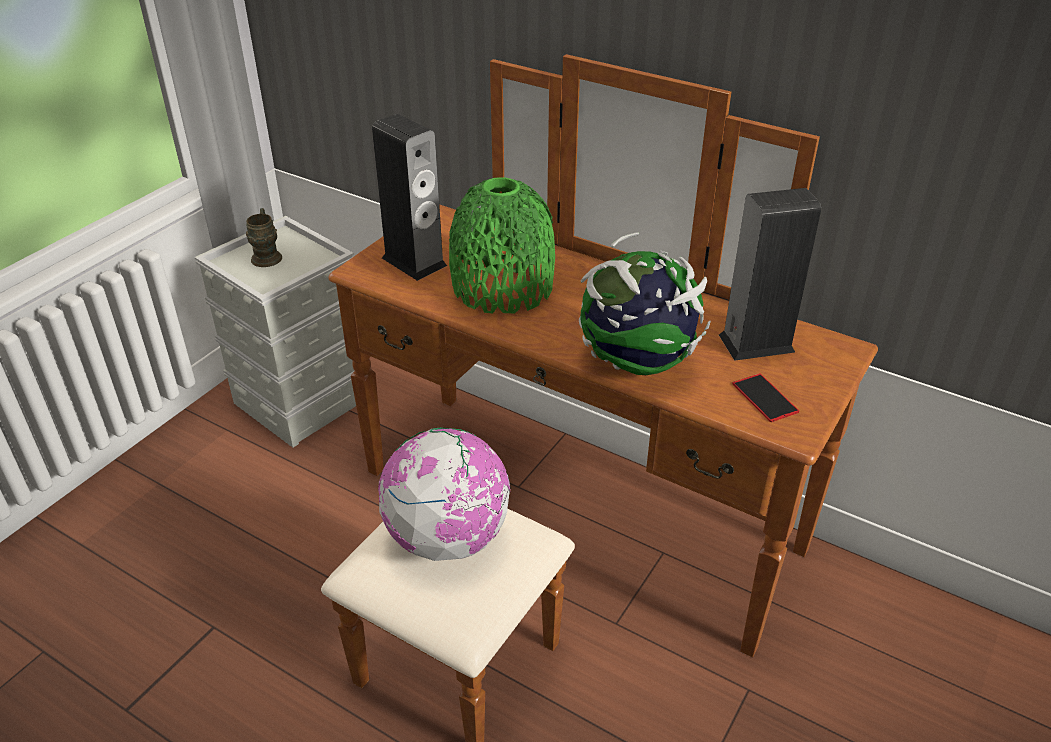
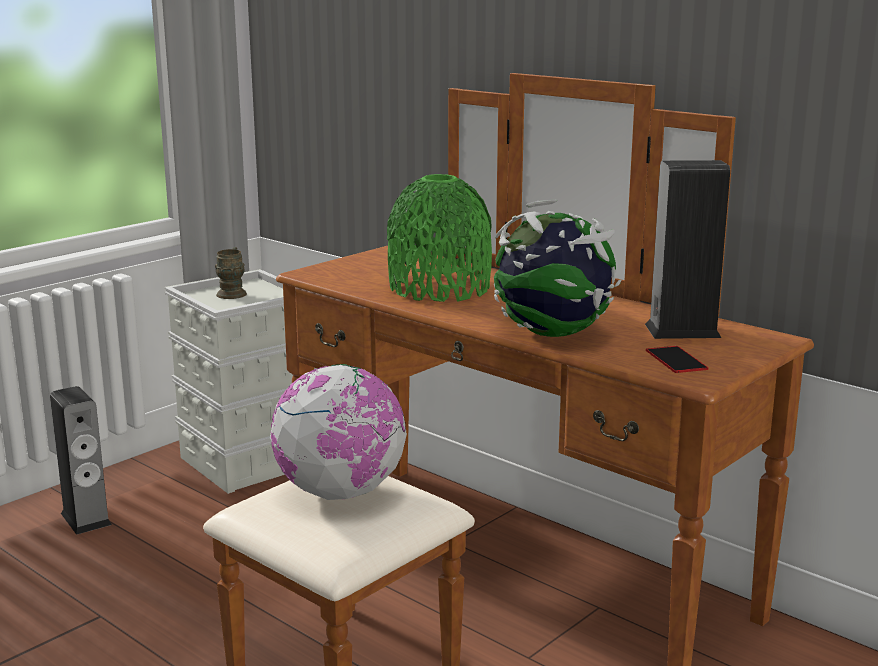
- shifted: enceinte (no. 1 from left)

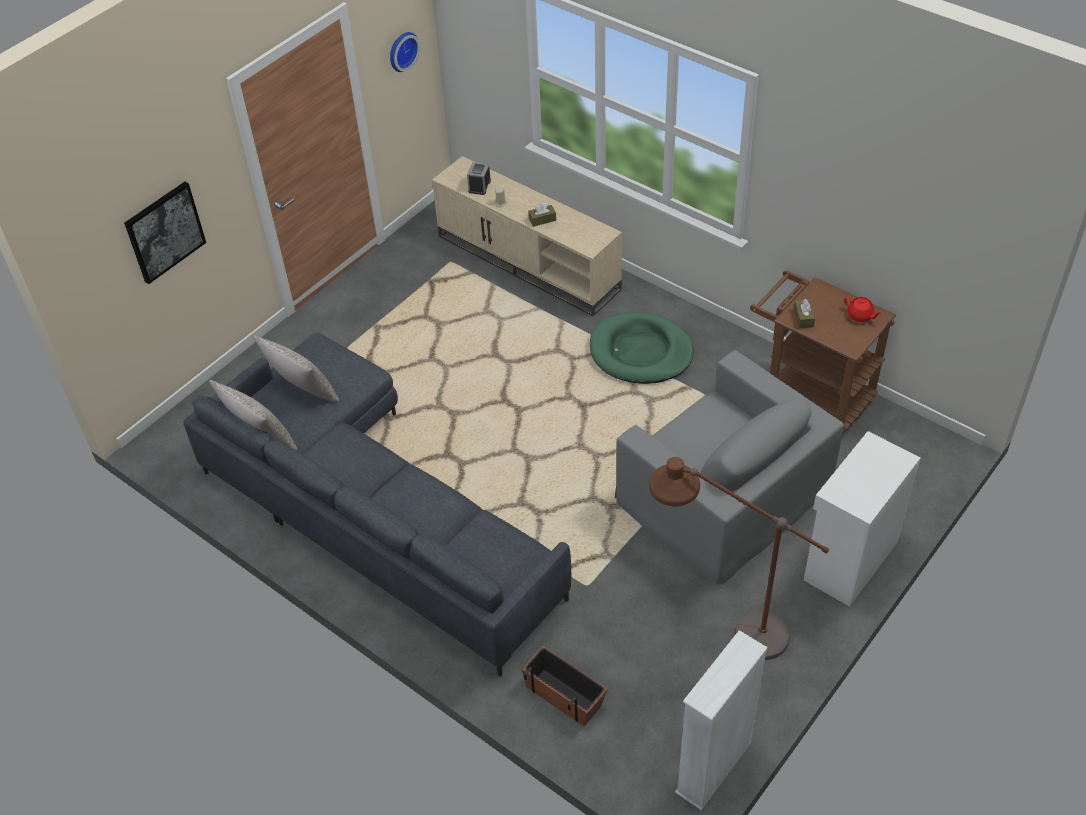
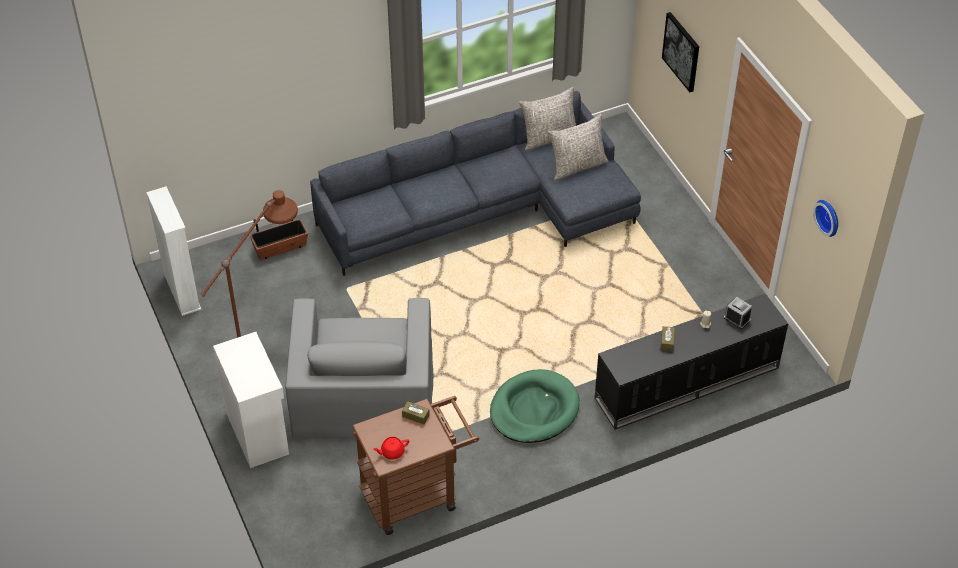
- rotated: fauteuil (gris) 75 degrees counterclockwise
- repainted: meuble télé (beige) to meuble télé (noir)

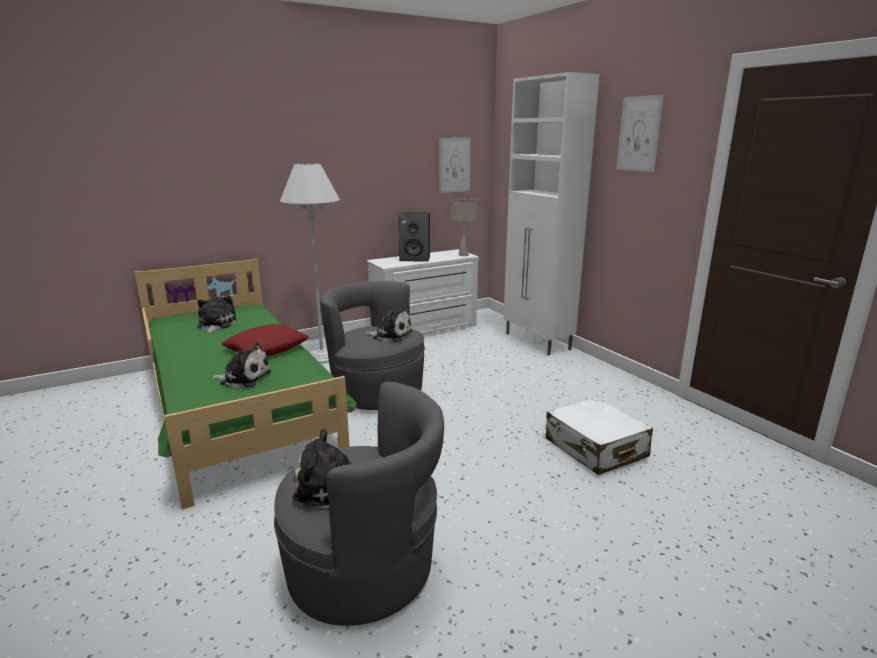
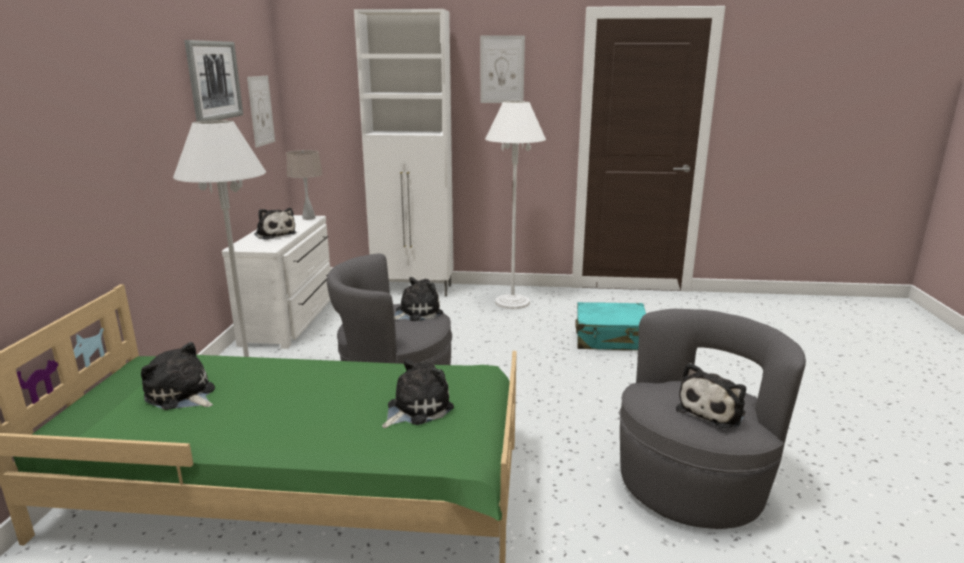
- new: tableau (no. 1 from left)
- swapped: enceinte to peluche (no. 2 from left)
- new: lampadaire (blanc) (no. 2 from left)
- repainted: valise (blanc) to valise (turquoise)
- gone: coussin (rouge)

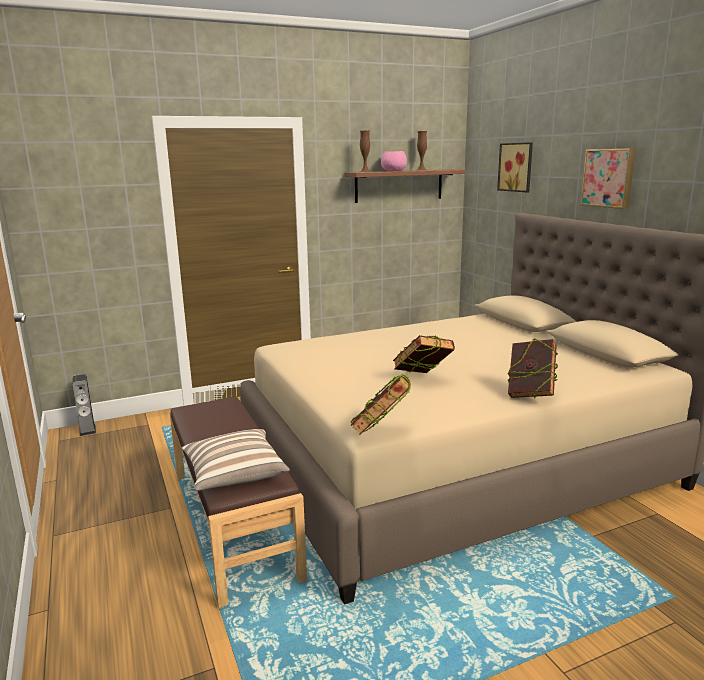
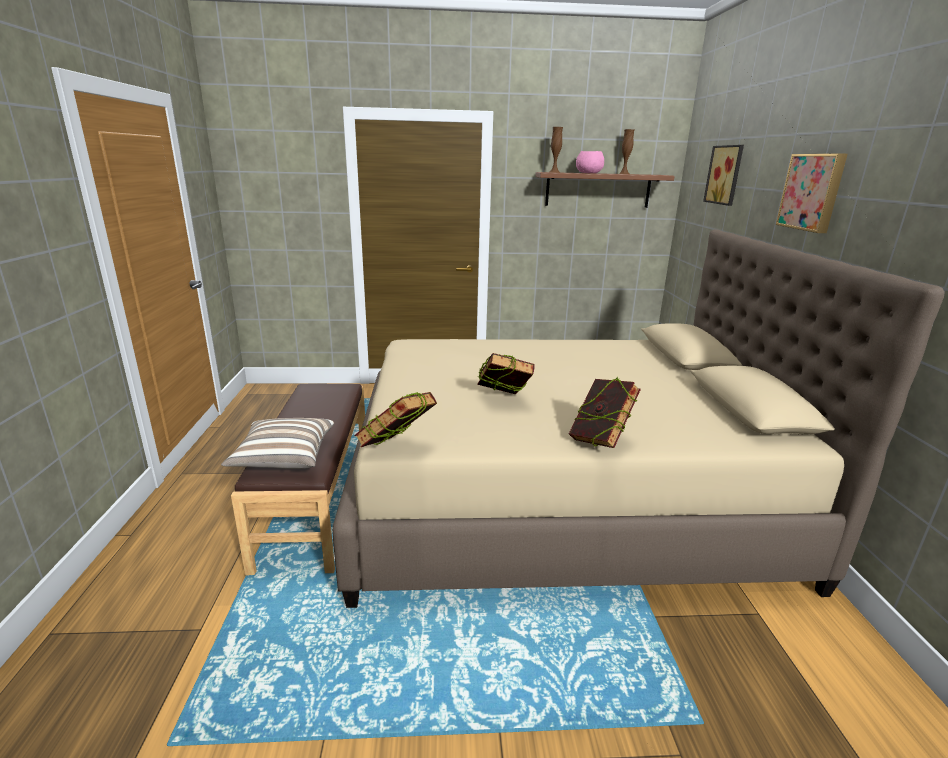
- gone: enceinte

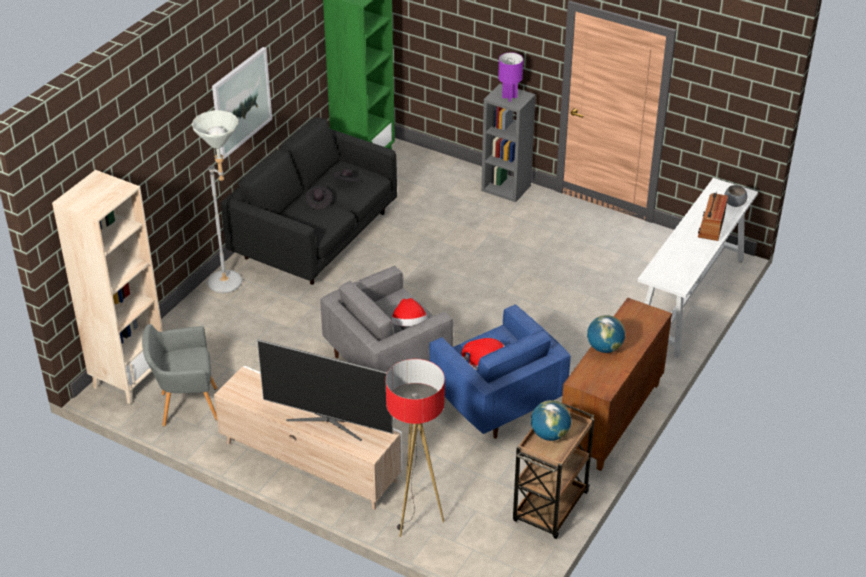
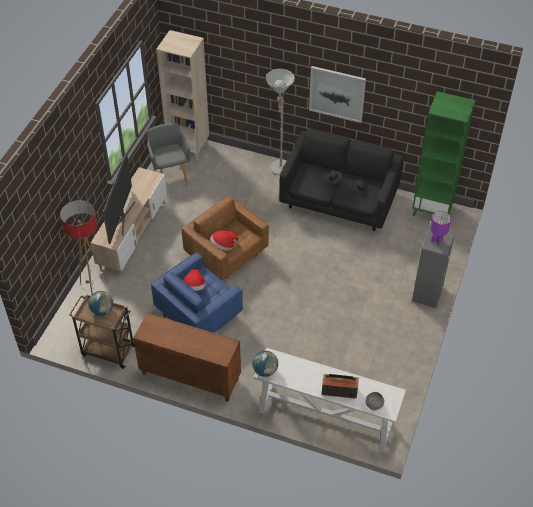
- repainted: fauteuil (gris) (no. 2 from left) to fauteuil (marron)
- shifted: globe (no. 2 from left)

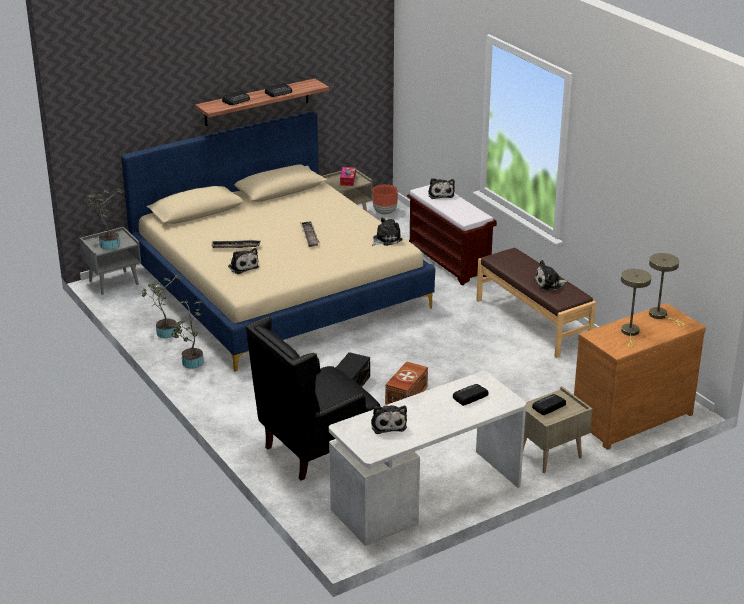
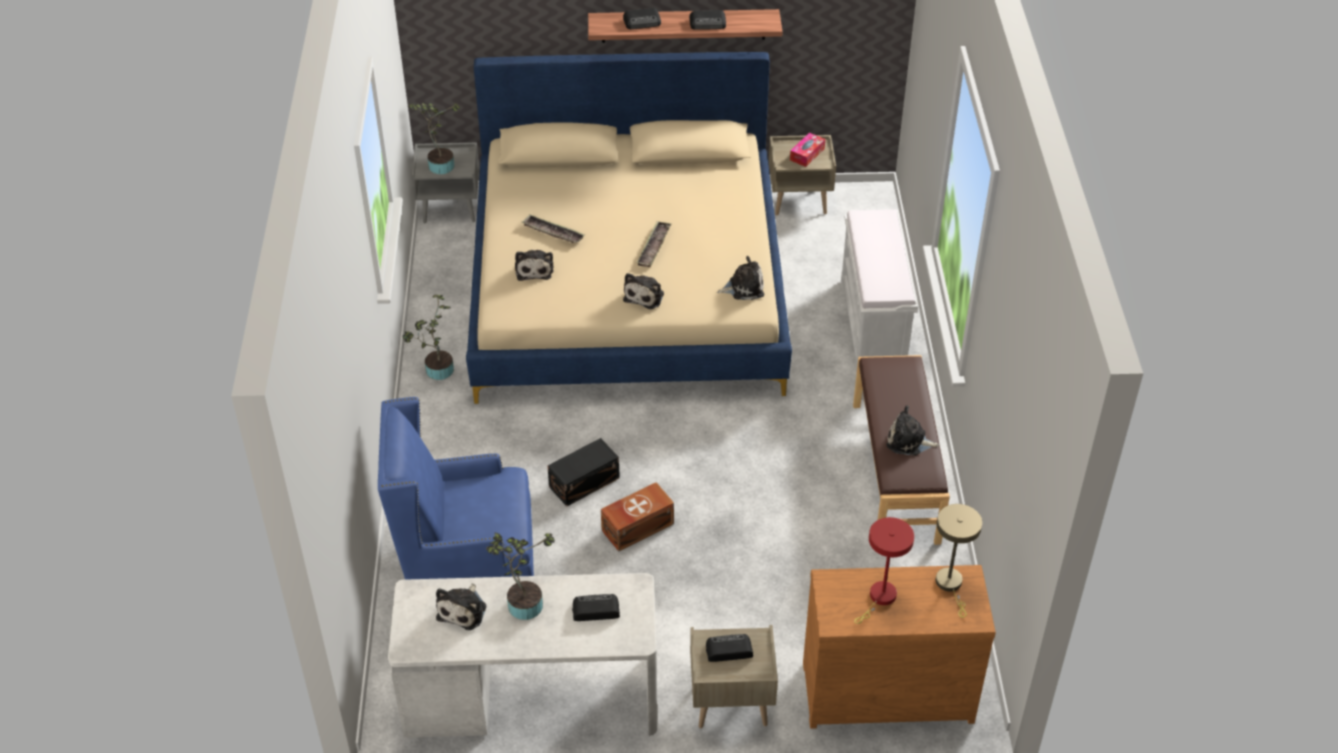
- repainted: fauteuil (noir) to fauteuil (bleu)
- shifted: plante en pot (no. 2 from left in the first image) to plante en pot (no. 3 from left)
- shifted: peluche (no. 4 from left in the first image) to peluche (no. 3 from left)
- repainted: banc (marron) (no. 1 from left) to banc (blanc)
- repainted: lampe de table (beige) (no. 1 from left) to lampe de table (rouge)
- gone: cache-pot (marron)

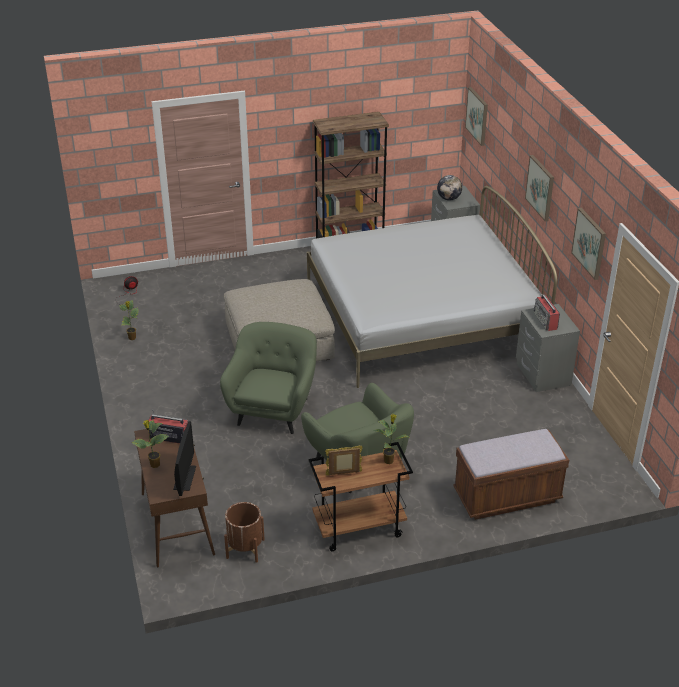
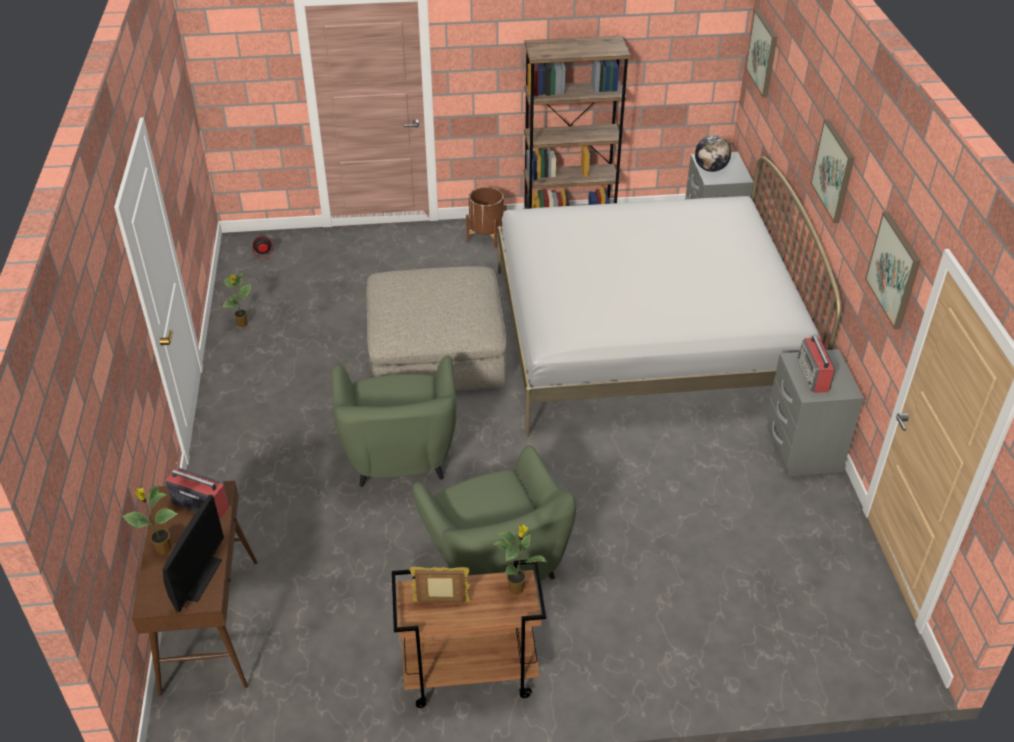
- rotated: fauteuil (vert) (no. 1 from left) 150 degrees clockwise
- shifted: cache-pot (marron)
- gone: banc (marron)

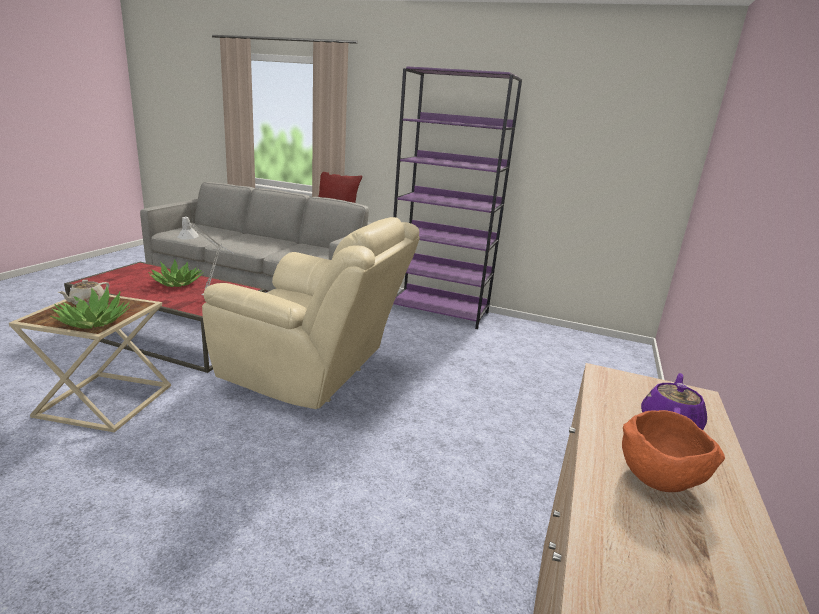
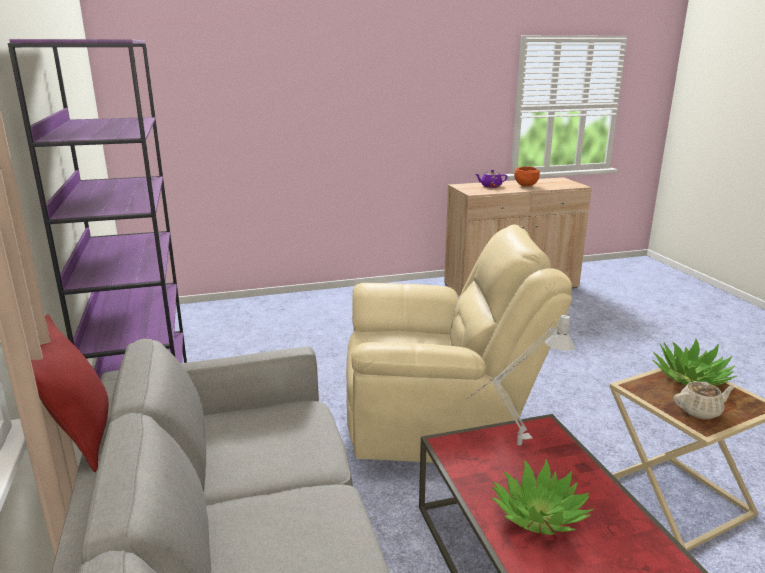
- rotated: fauteuil (beige) 105 degrees clockwise

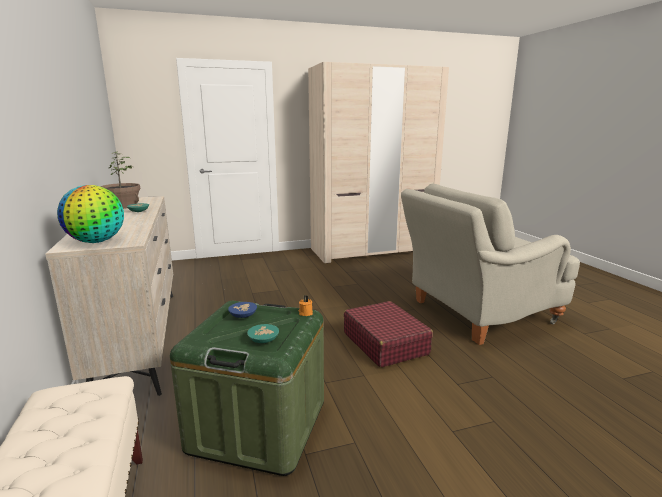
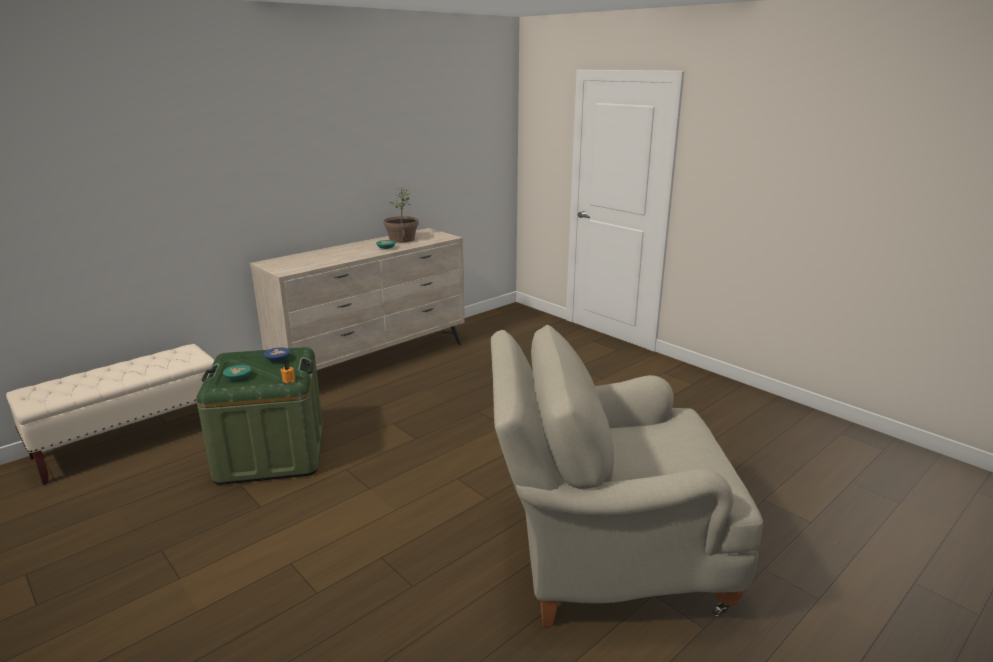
- rotated: fauteuil (beige) 45 degrees counterclockwise
- gone: globe
- gone: armoire (beige)
- gone: valise (rouge)

